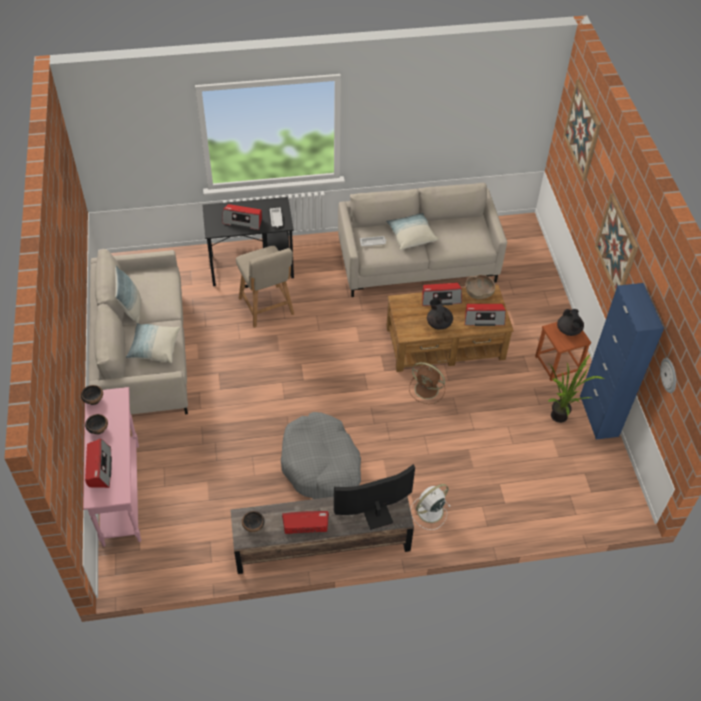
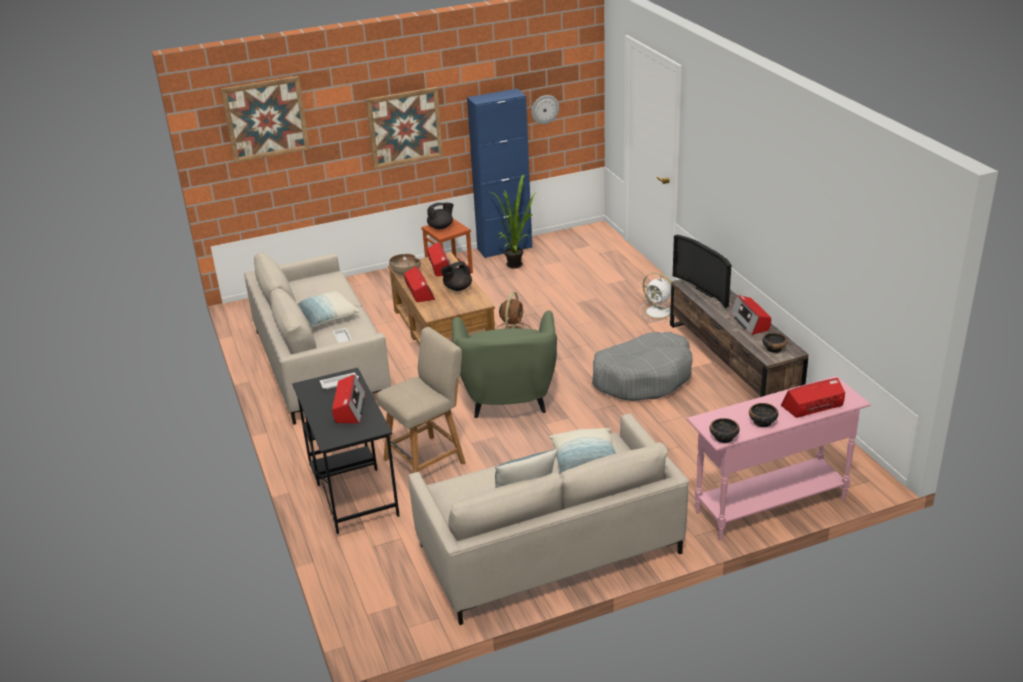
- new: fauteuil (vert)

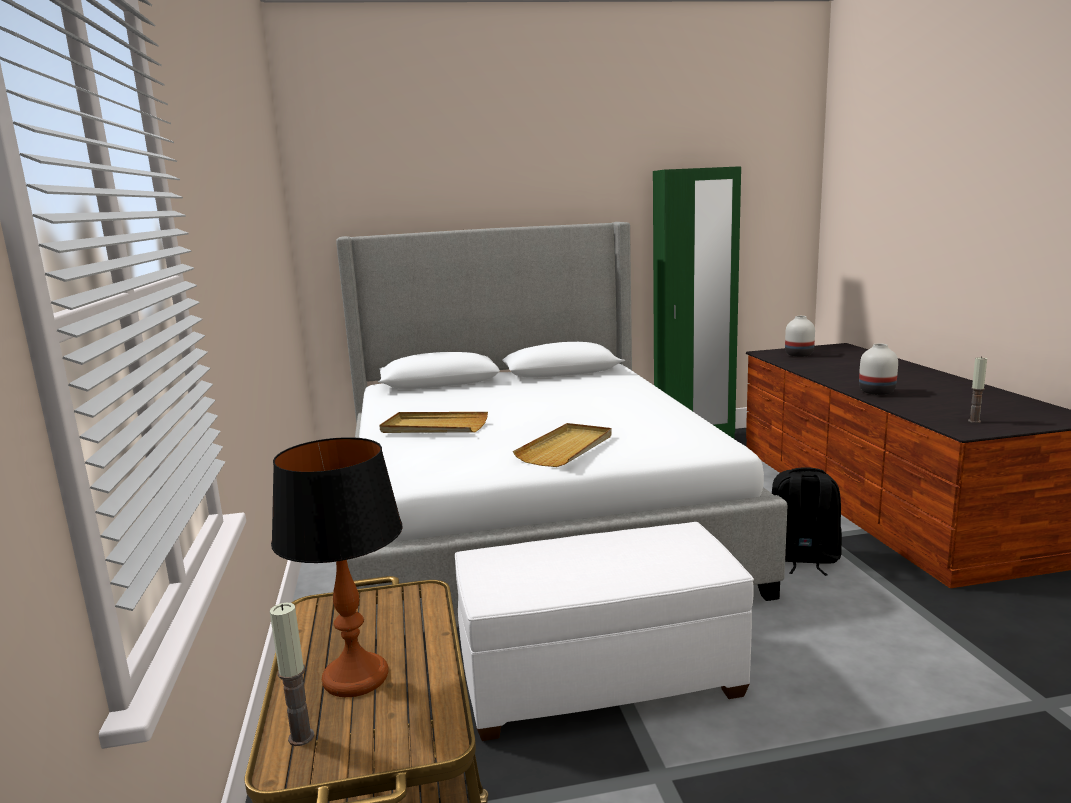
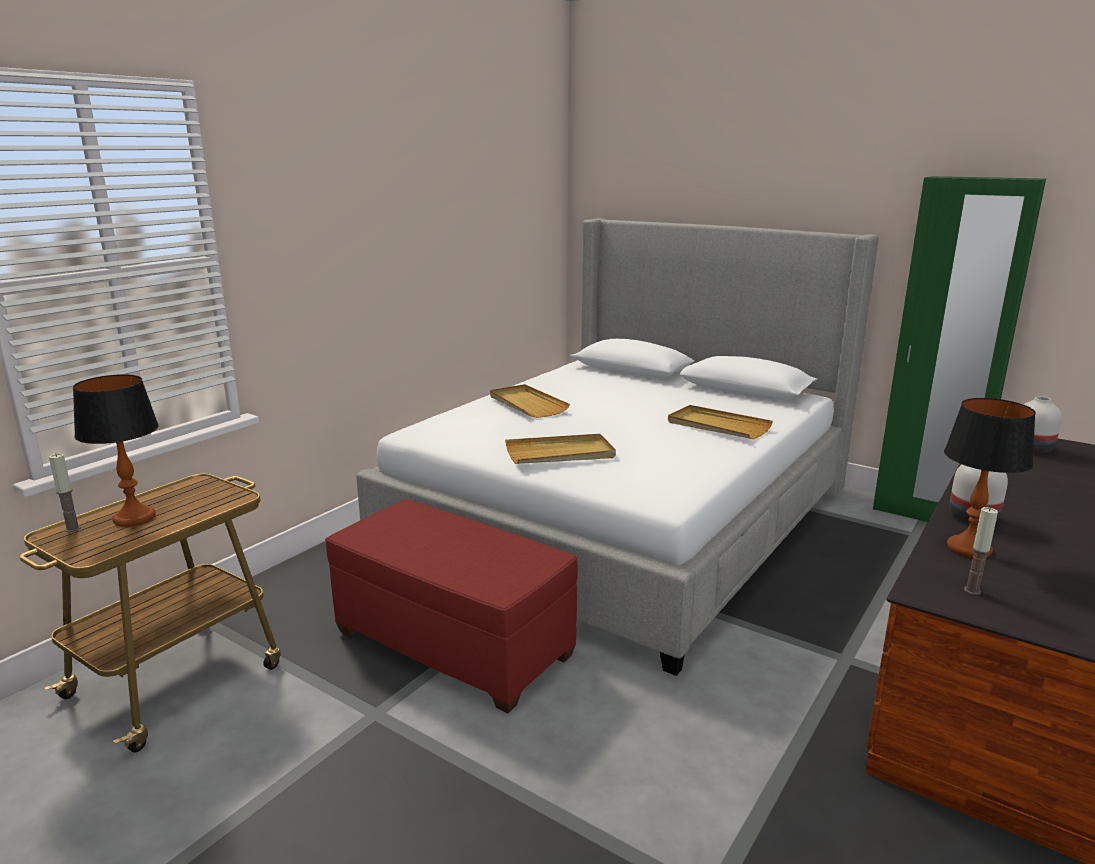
- repainted: pouf (blanc) to pouf (rouge)
- new: plateau (beige) (no. 3 from left)
- new: lampe de table (no. 2 from left)
- gone: sac à dos (noir)

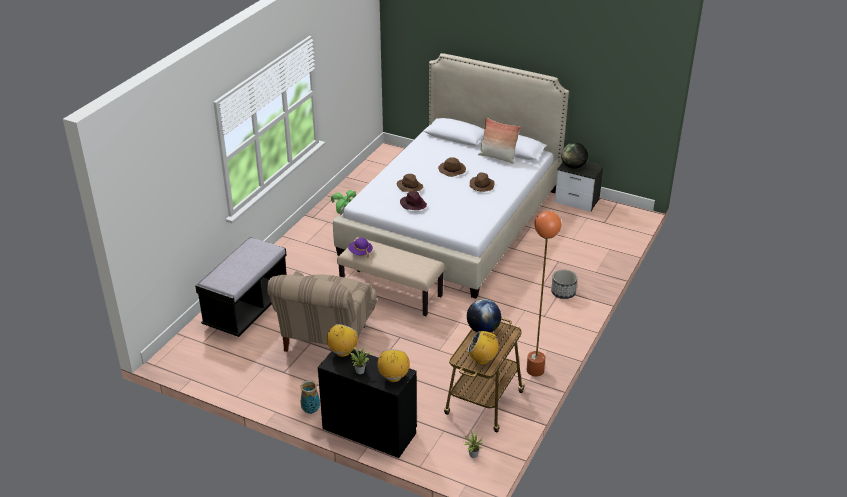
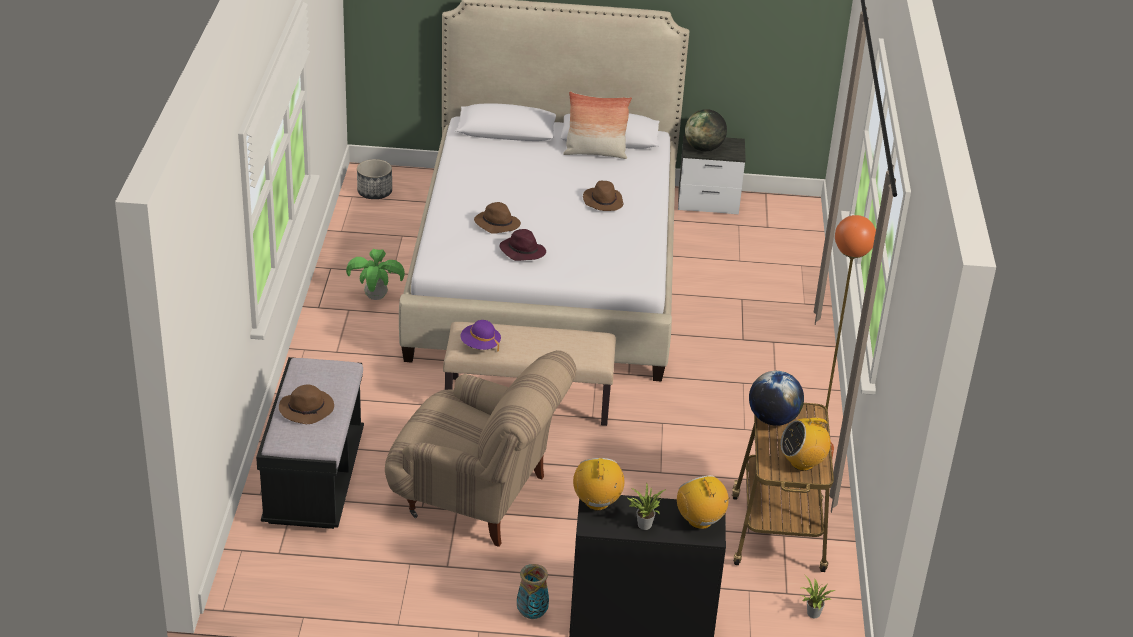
- shifted: chapeau (marron) (no. 2 from left in the first image) to chapeau (marron) (no. 1 from left)
- shifted: cache-pot
- rotated: fauteuil (beige) 60 degrees counterclockwise

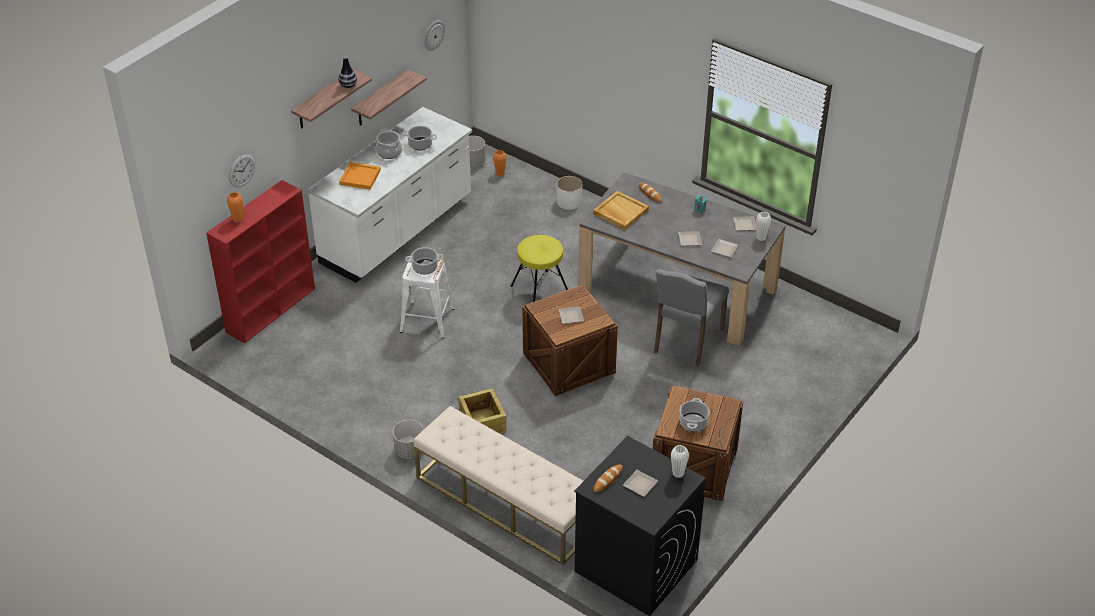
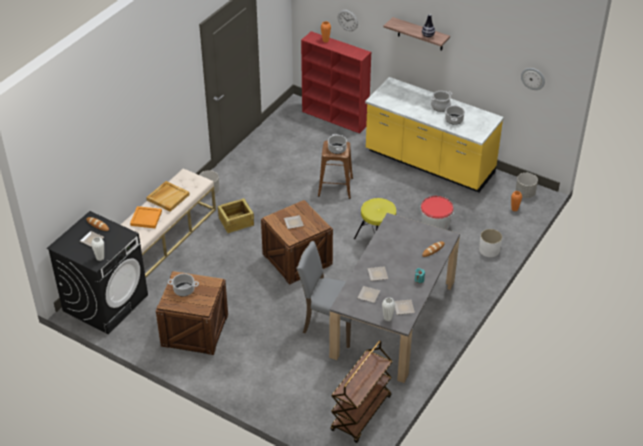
- shifted: plateau (orange)
- shifted: plateau (beige)
- repainted: tabouret (blanc) to tabouret (marron)
- new: chariot (marron)
- repainted: comptoir de cuisine (blanc) to comptoir de cuisine (jaune)
- new: seau
- gone: étagère (no. 2 from left)

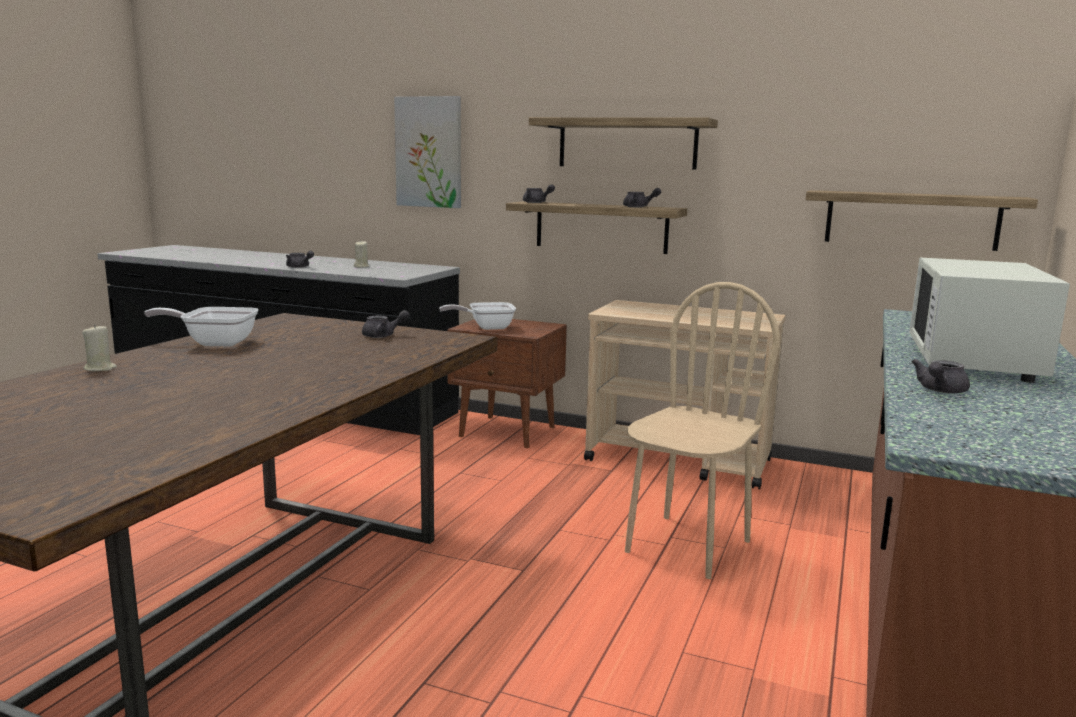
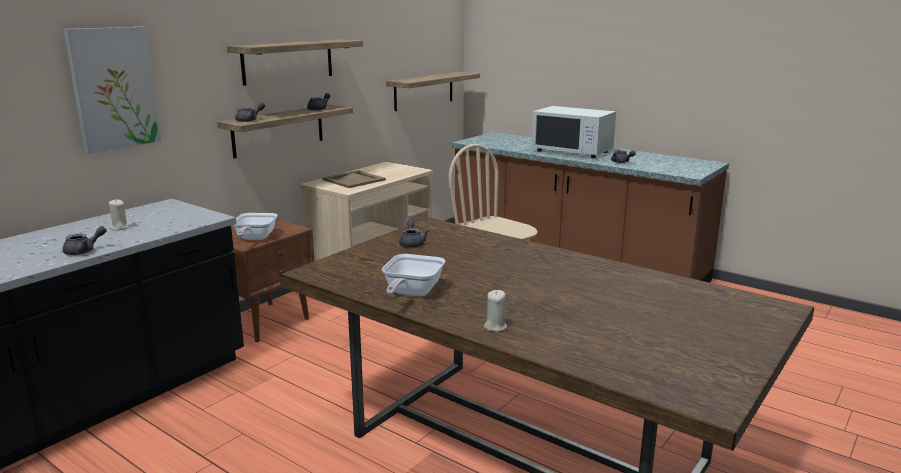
- new: plateau (beige)

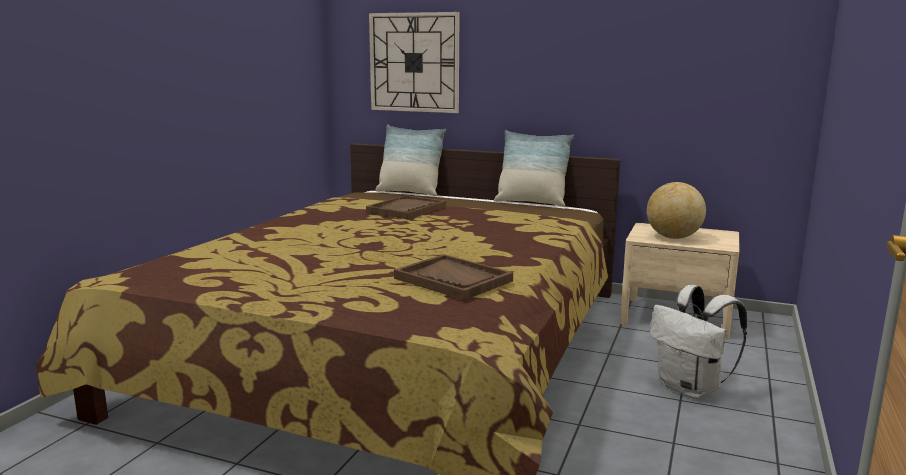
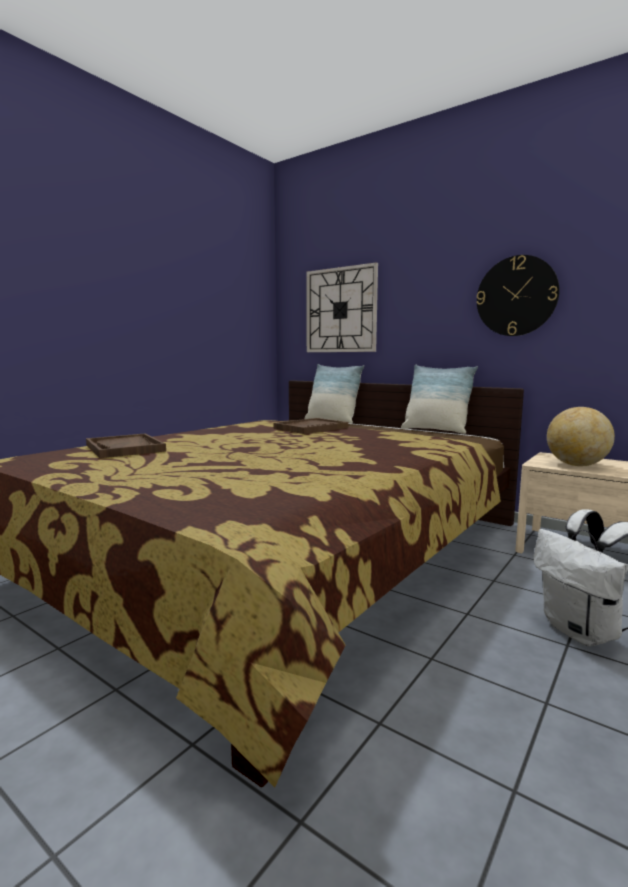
- shifted: plateau (marron) (no. 2 from left in the first image) to plateau (marron) (no. 1 from left)
- new: horloge murale (no. 2 from left)

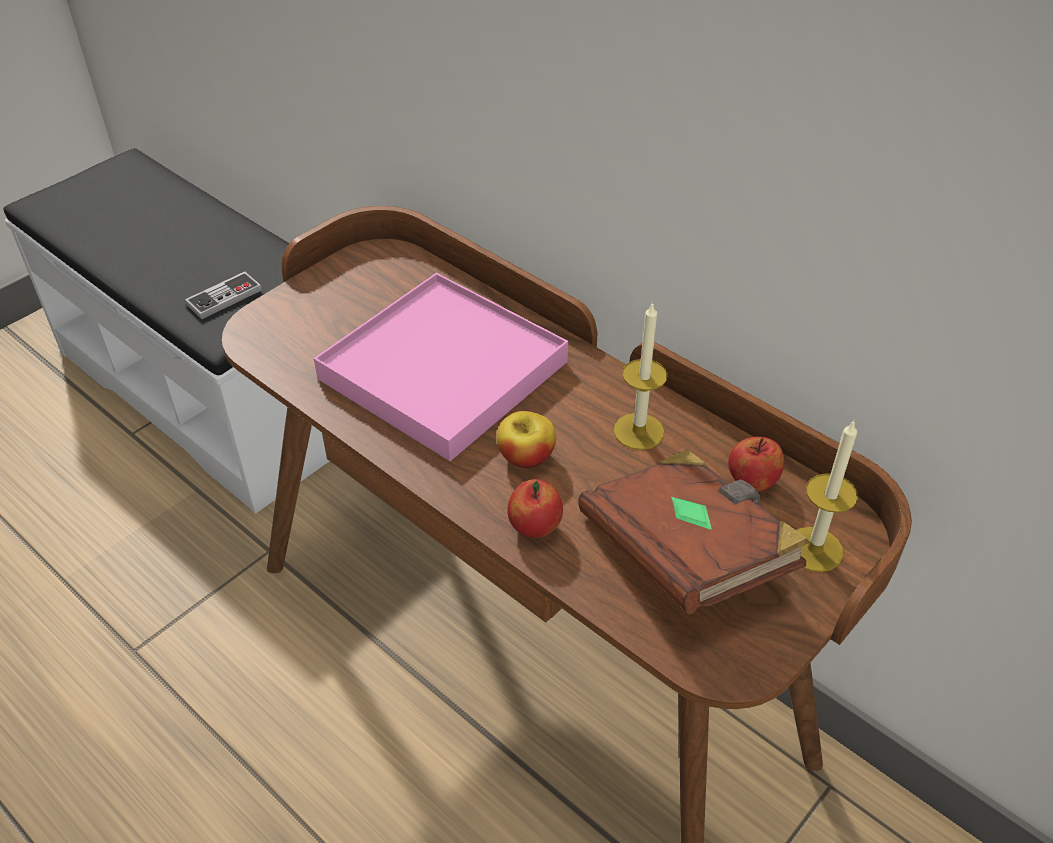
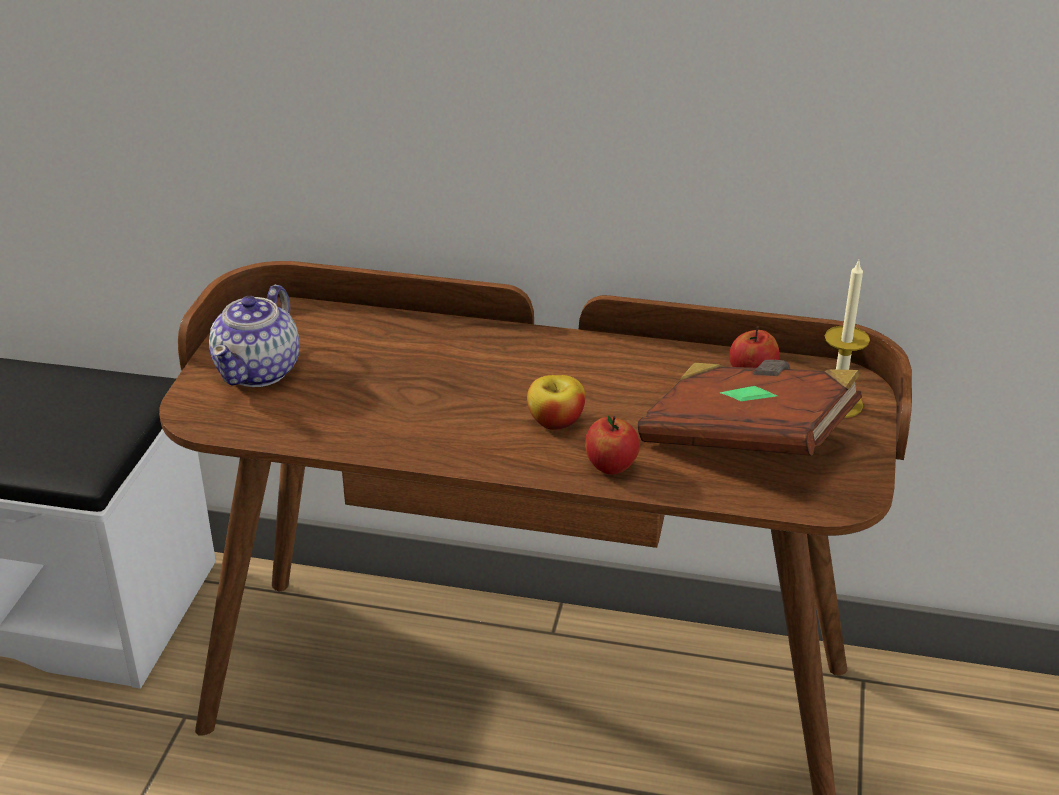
- new: théière
- gone: manette
- gone: plateau (rose)
- gone: bougie (no. 1 from left)

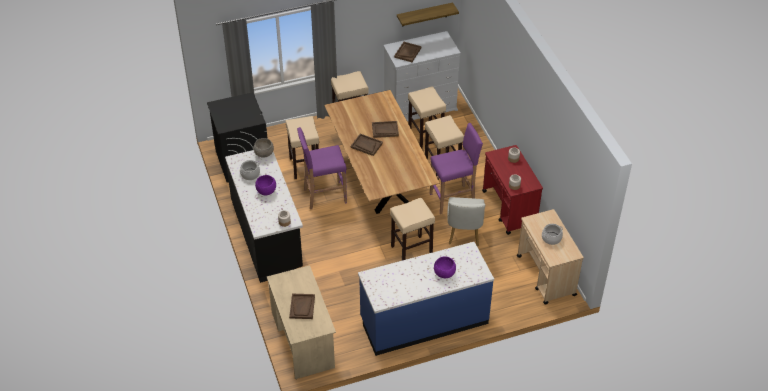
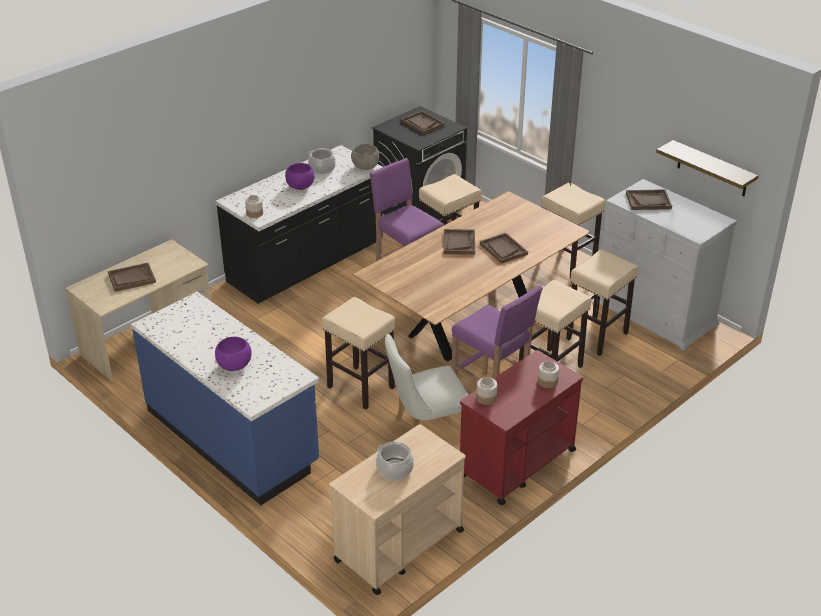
- new: plateau (marron) (no. 2 from left)

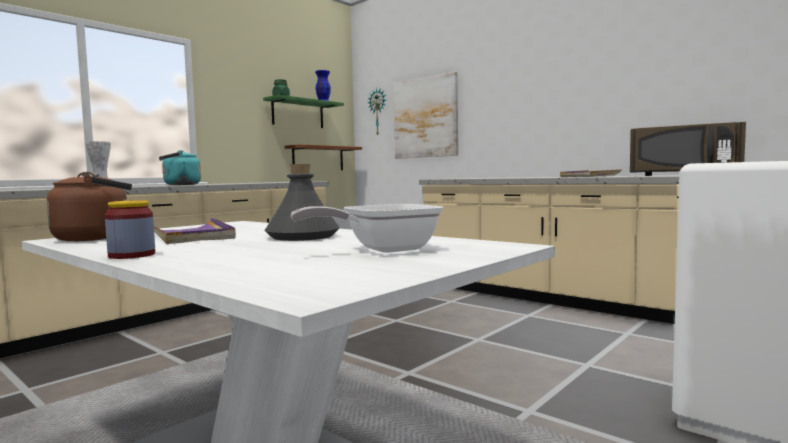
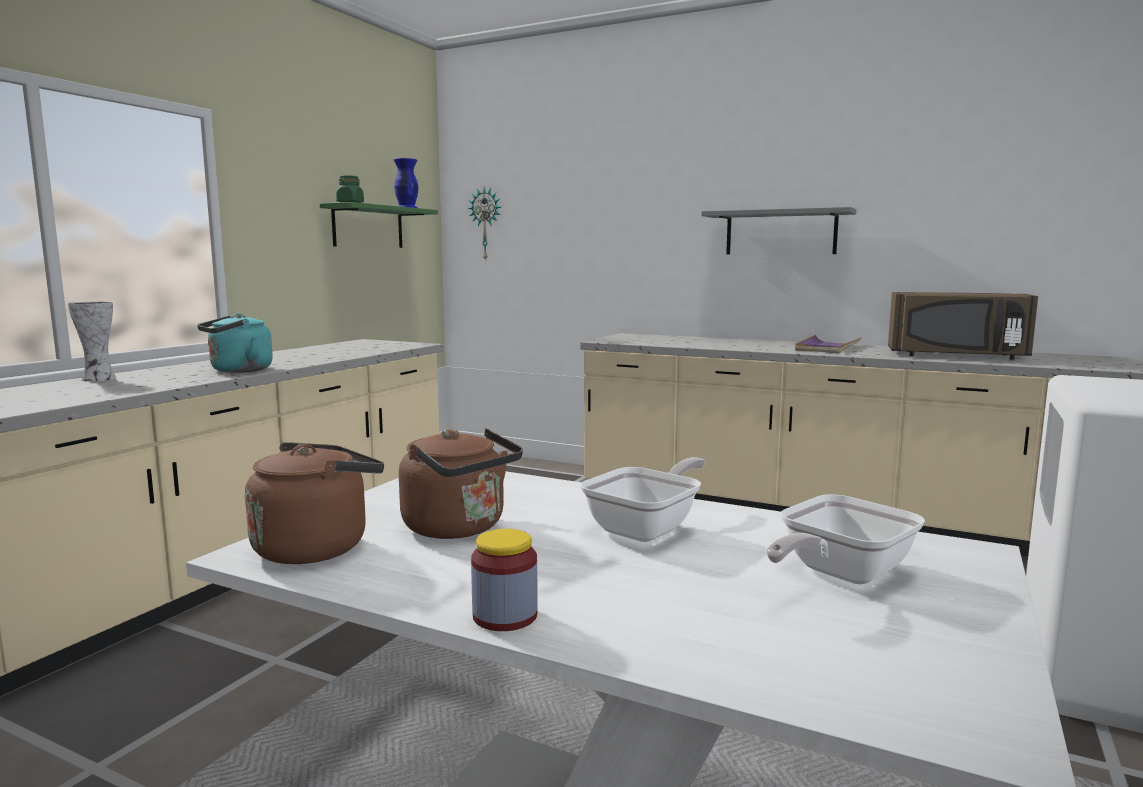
- swapped: plateau (violet) (no. 1 from left) to bouilloire (marron) (no. 2 from left)
- swapped: bouteille (gris) to poêle (no. 1 from left)
- new: étagère (gris)
- gone: étagère (marron)
- gone: tableau

